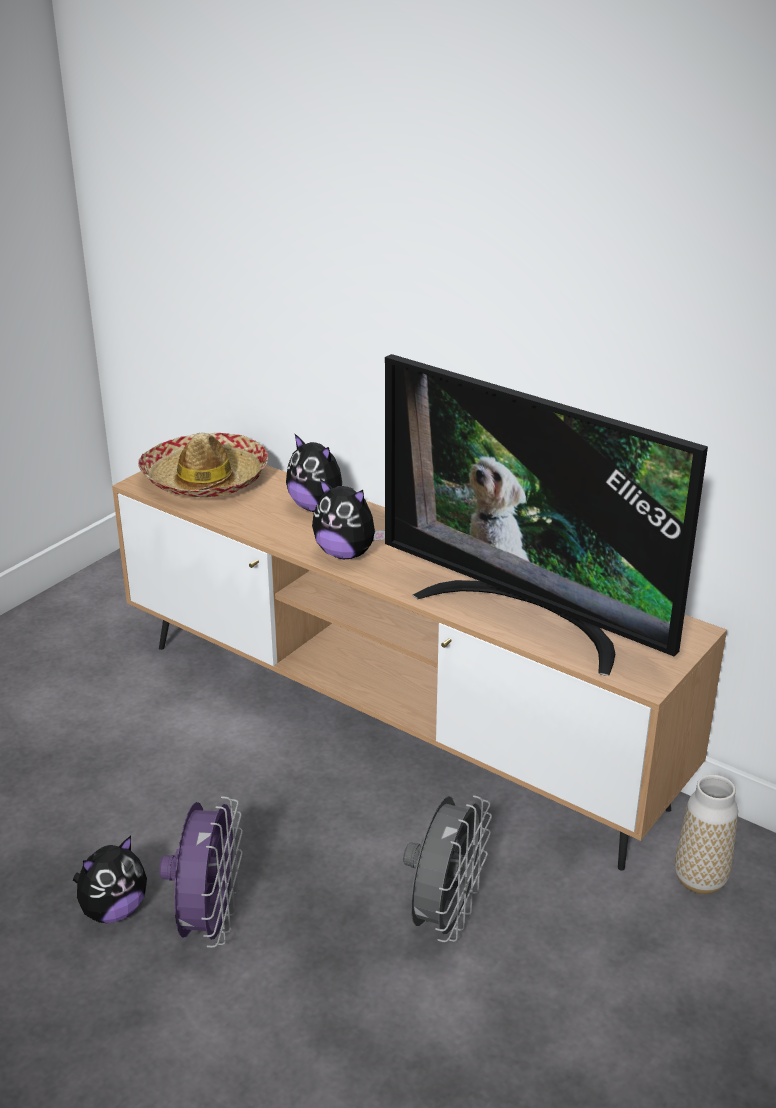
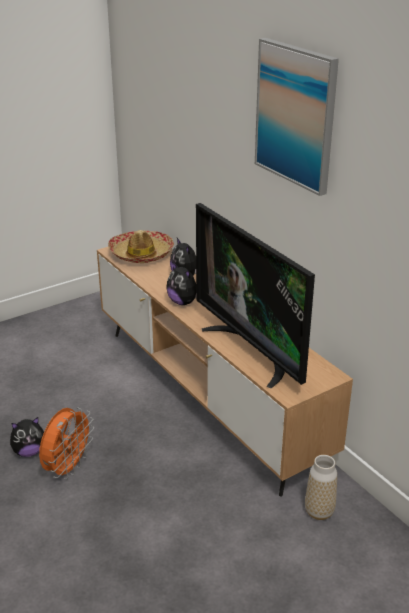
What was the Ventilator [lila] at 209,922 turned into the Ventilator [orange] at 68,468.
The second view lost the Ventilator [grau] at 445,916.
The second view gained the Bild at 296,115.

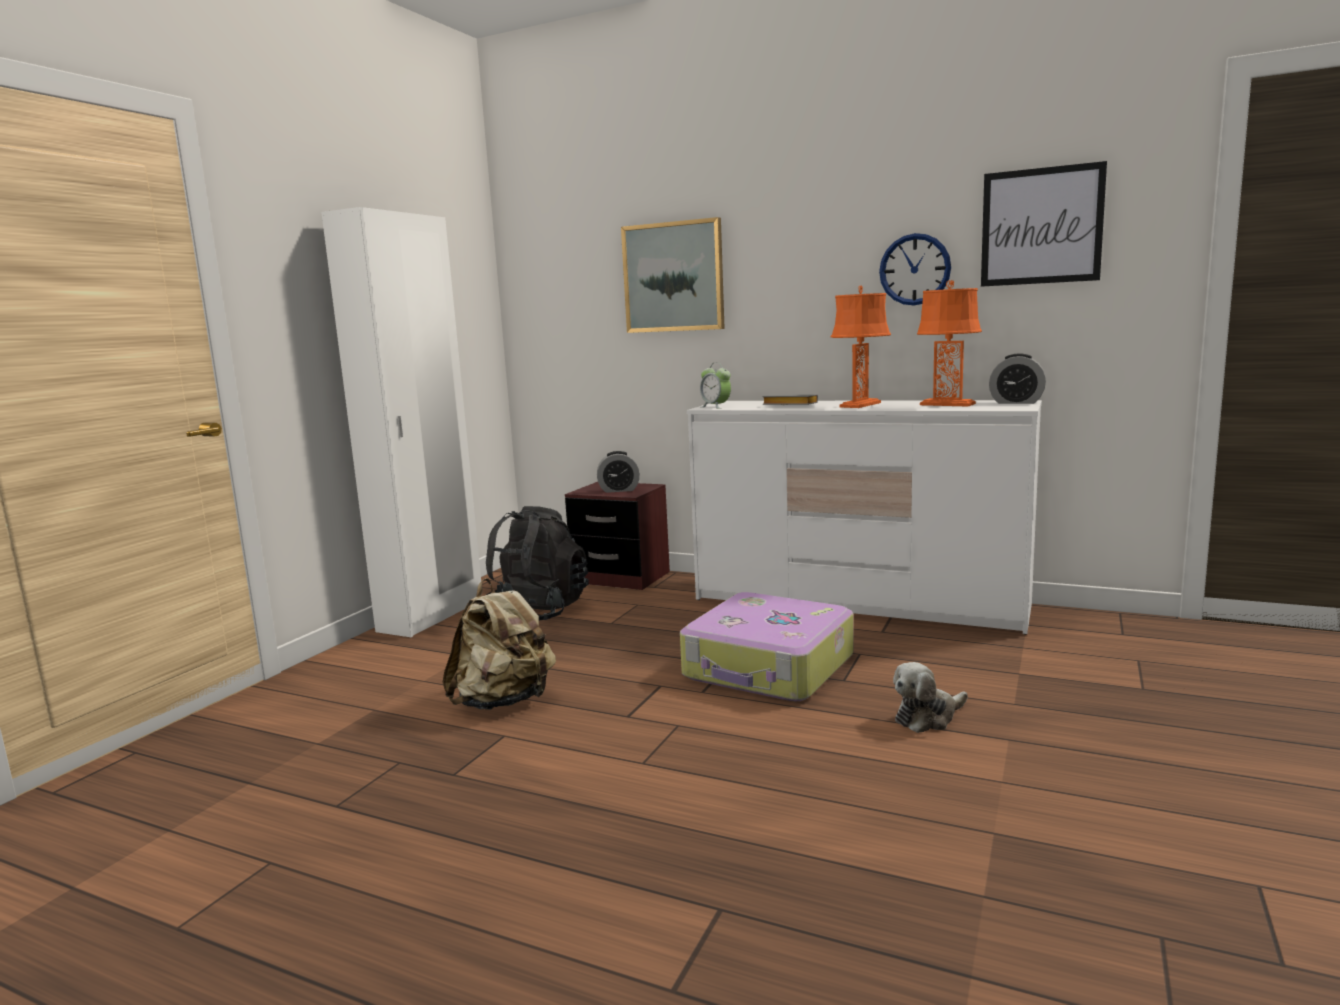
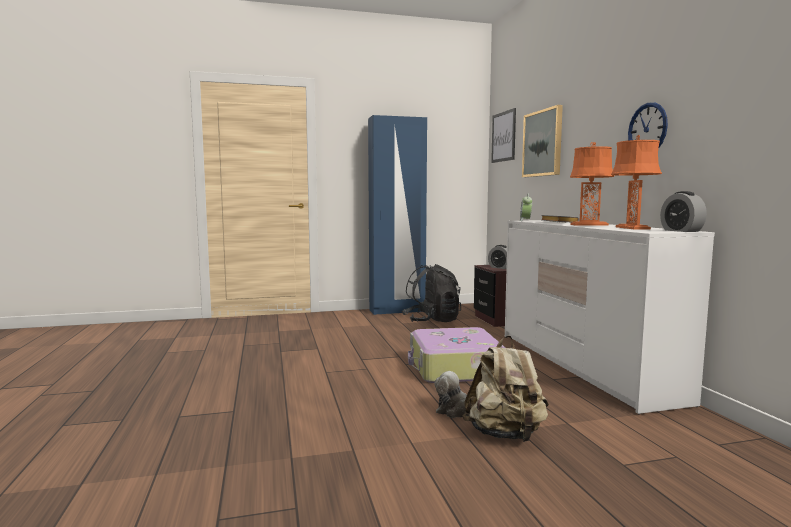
What was the Kleiderschrank [weiß] at 432,616 turned into the Kleiderschrank [blau] at 397,311.
The Rucksack [beige] ended up elsewhere, having gone from 504,702 to 505,435.
The Bild ended up elsewhere, having gone from 1041,226 to 503,136.

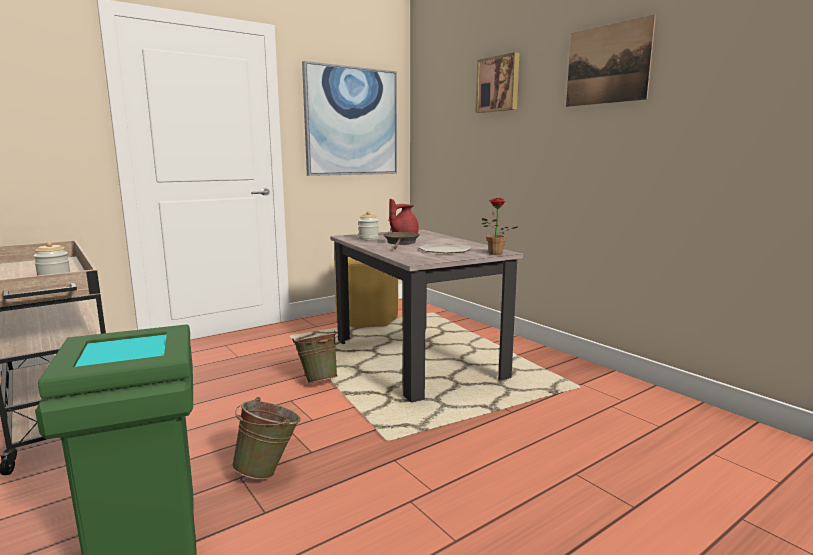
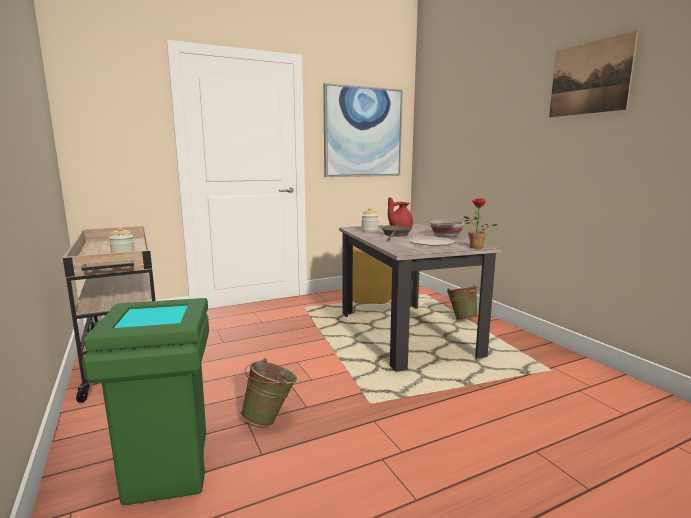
The Eimer [grün] ended up elsewhere, having gone from 318,380 to 461,319.
The second view lost the Bild at 498,84.
The second view gained the Schüssel at 446,236.

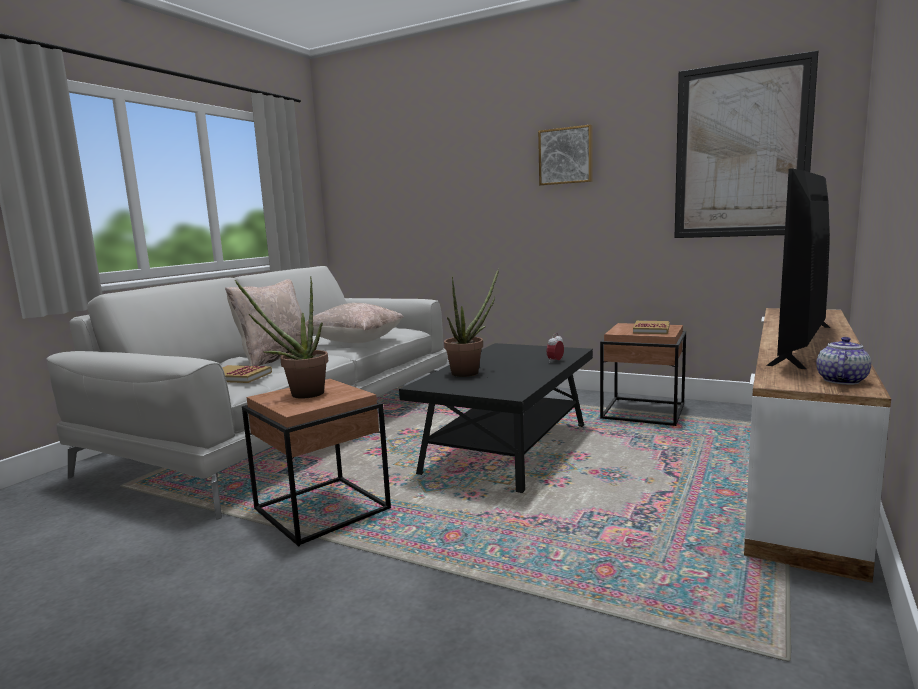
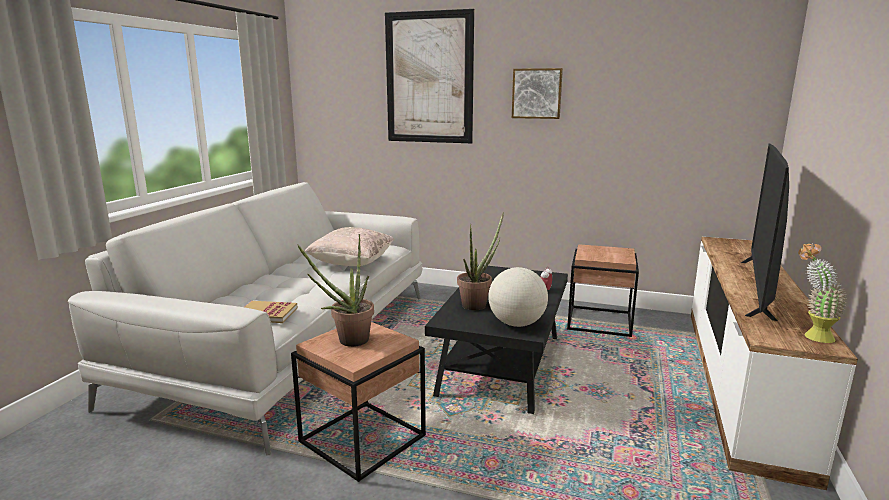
The second view lost the Kissen [beige] at 275,358.
The second view lost the Buch at 651,329.
The Bild ended up elsewhere, having gone from 741,151 to 429,78.
Where the Teekanne stood at 841,380, the Topfpflanze came to stand at 811,336.
The second view gained the Globus at 516,324.

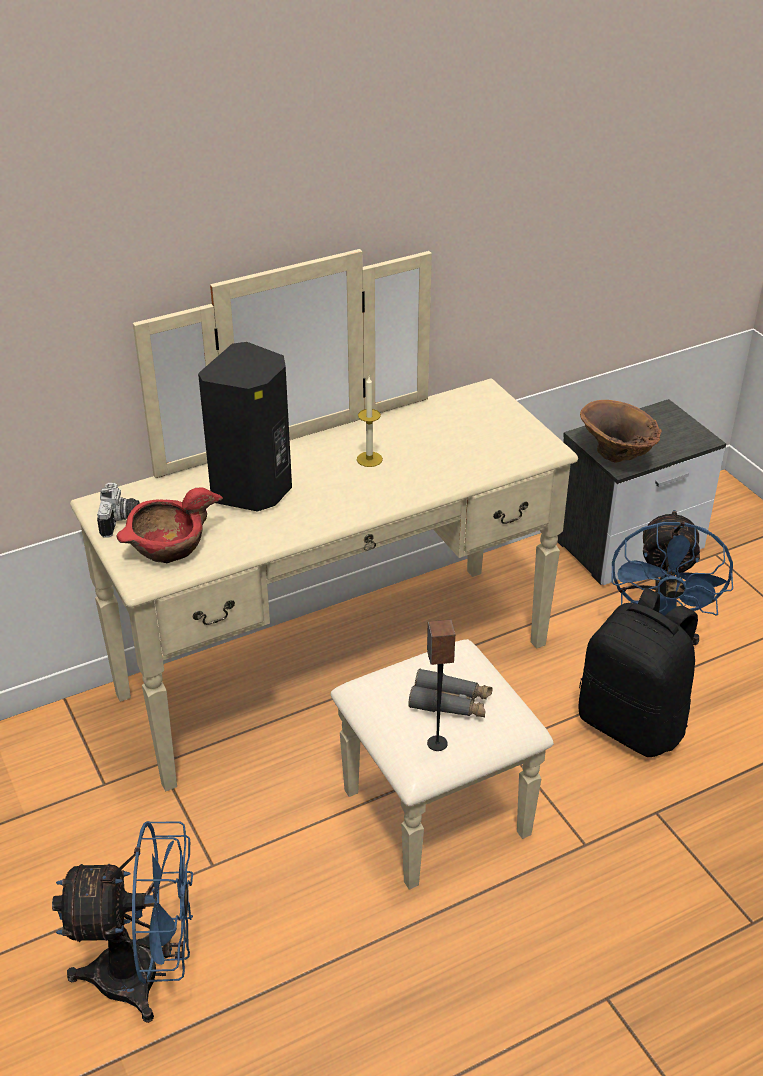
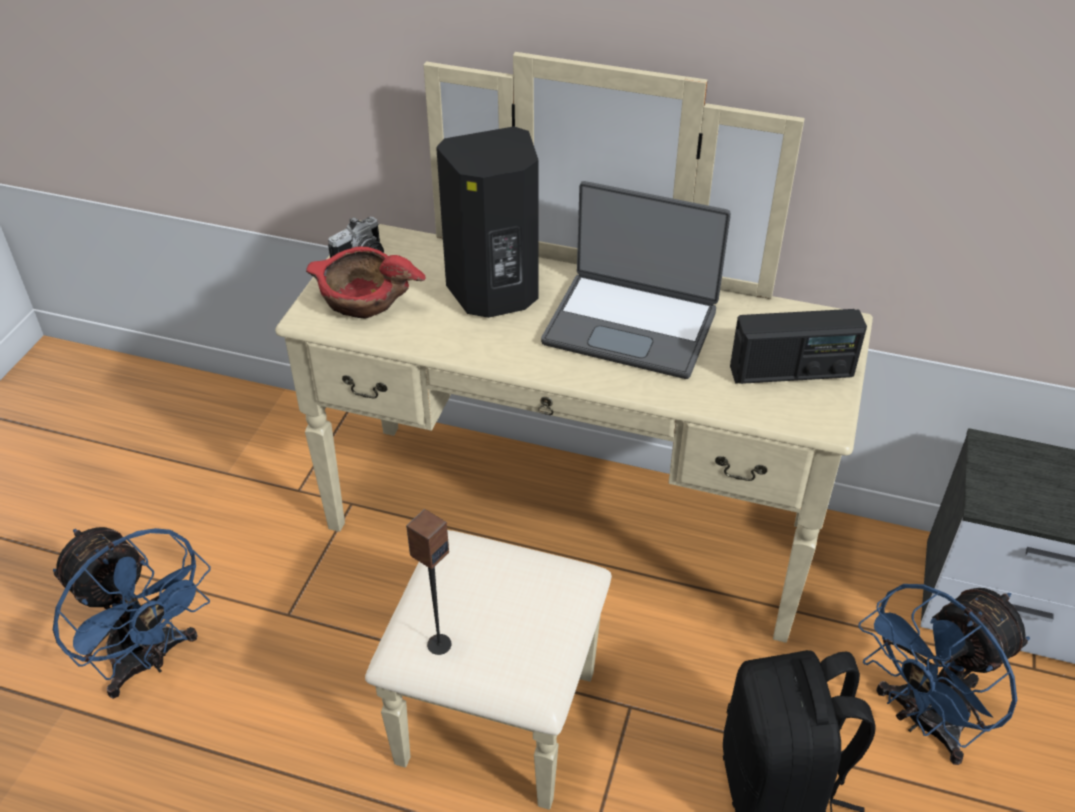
Where the Kerze stood at 369,459, the Laptop came to stand at 631,325.
The second view lost the Fernglas [grau] at 450,703.
The second view lost the Vase [braun] at 615,458.
The second view gained the Radio at 791,372.

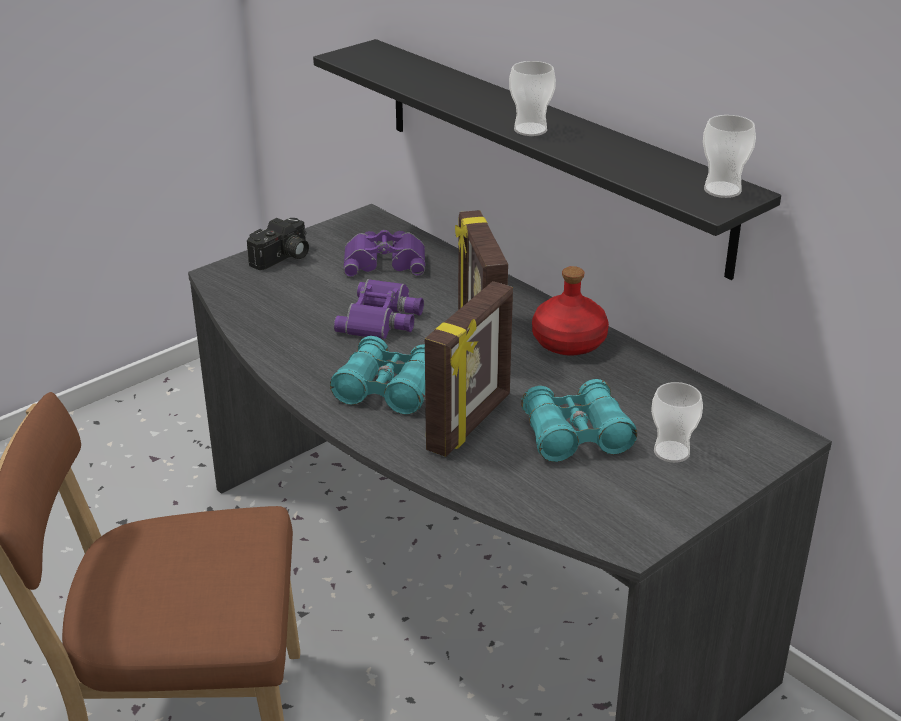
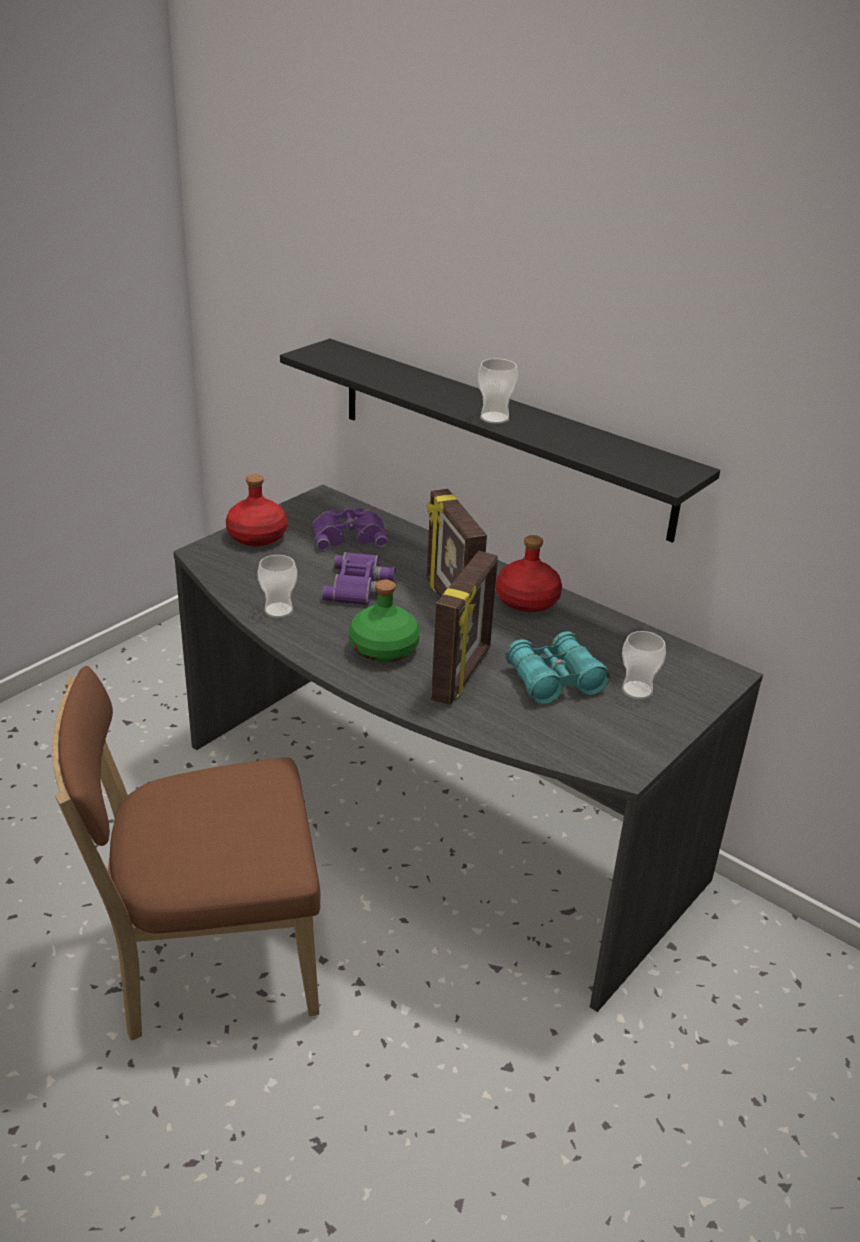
Where the Kamera stood at 283,258, the Flasche [rot] came to stand at 257,536.
Where the Fernglas [türkis] stood at 388,390, the Flasche [grün] came to stand at 383,649.
The Tasse ended up elsewhere, having gone from 722,190 to 278,610.

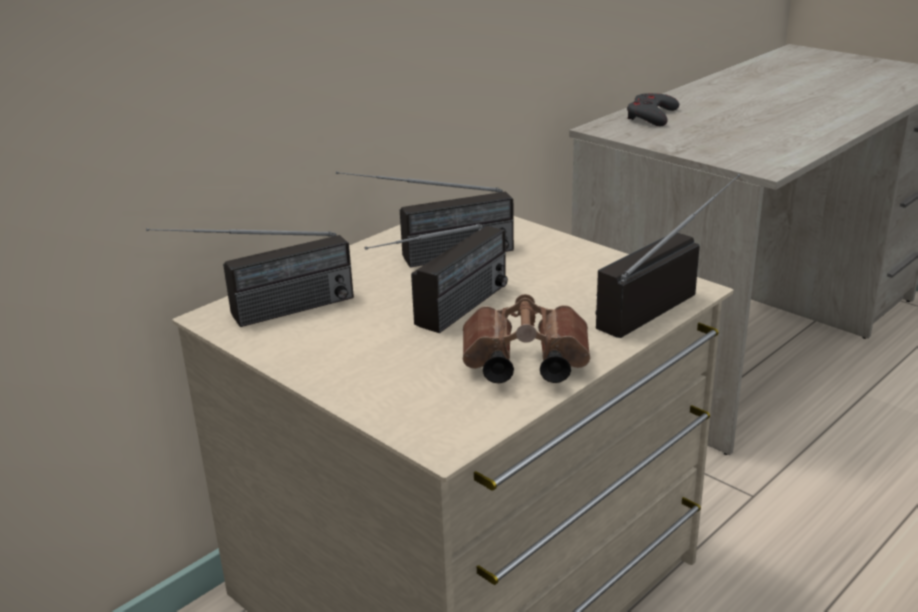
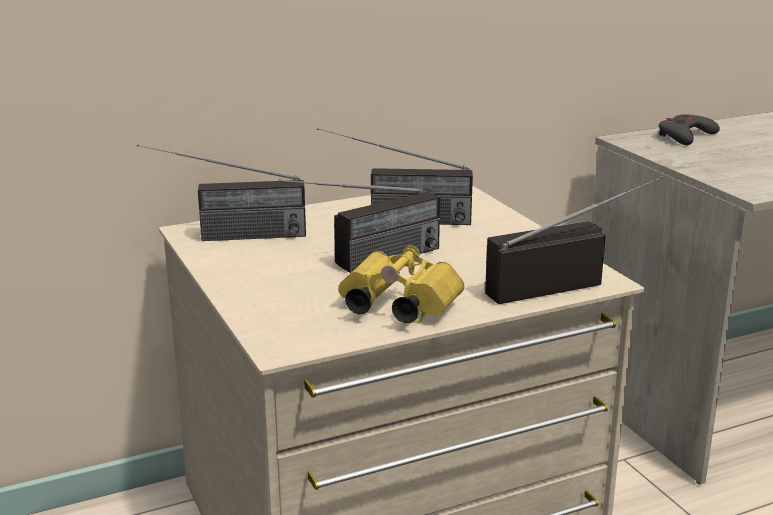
What was the Fernglas [braun] at 521,366 turned into the Fernglas [gelb] at 395,308.

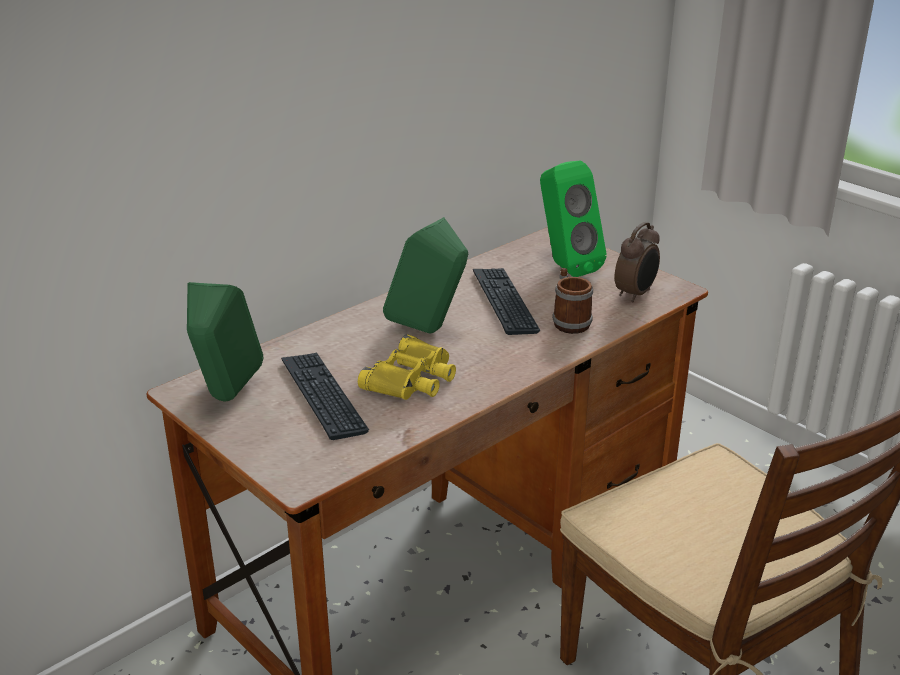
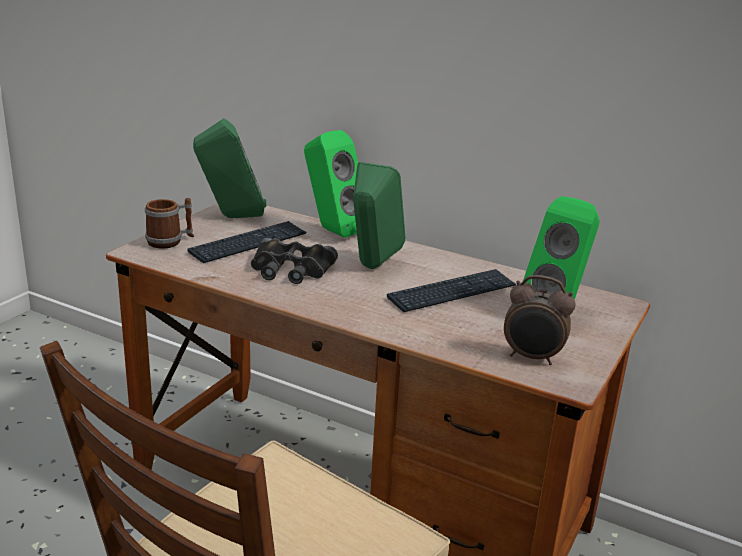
What was the Fernglas [gelb] at 412,379 turned into the Fernglas [schwarz] at 291,270.
The Henkelbecher ended up elsewhere, having gone from 569,321 to 170,241.
The second view gained the Lautsprecher [grün] at 331,231.

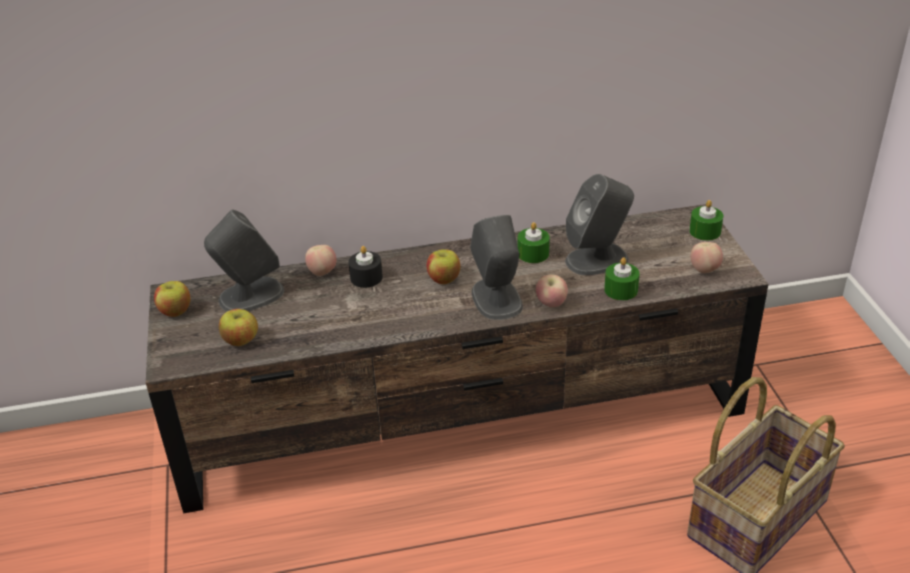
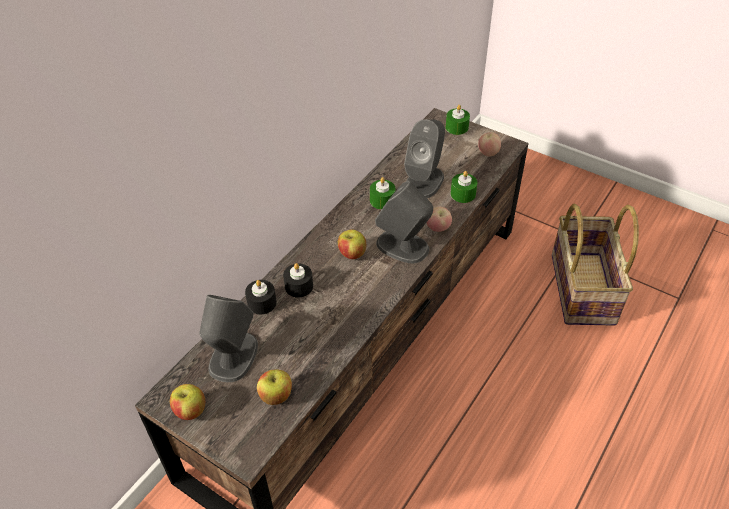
Where the Apfel stood at 322,272, the Kerze [schwarz] came to stand at 262,303.

